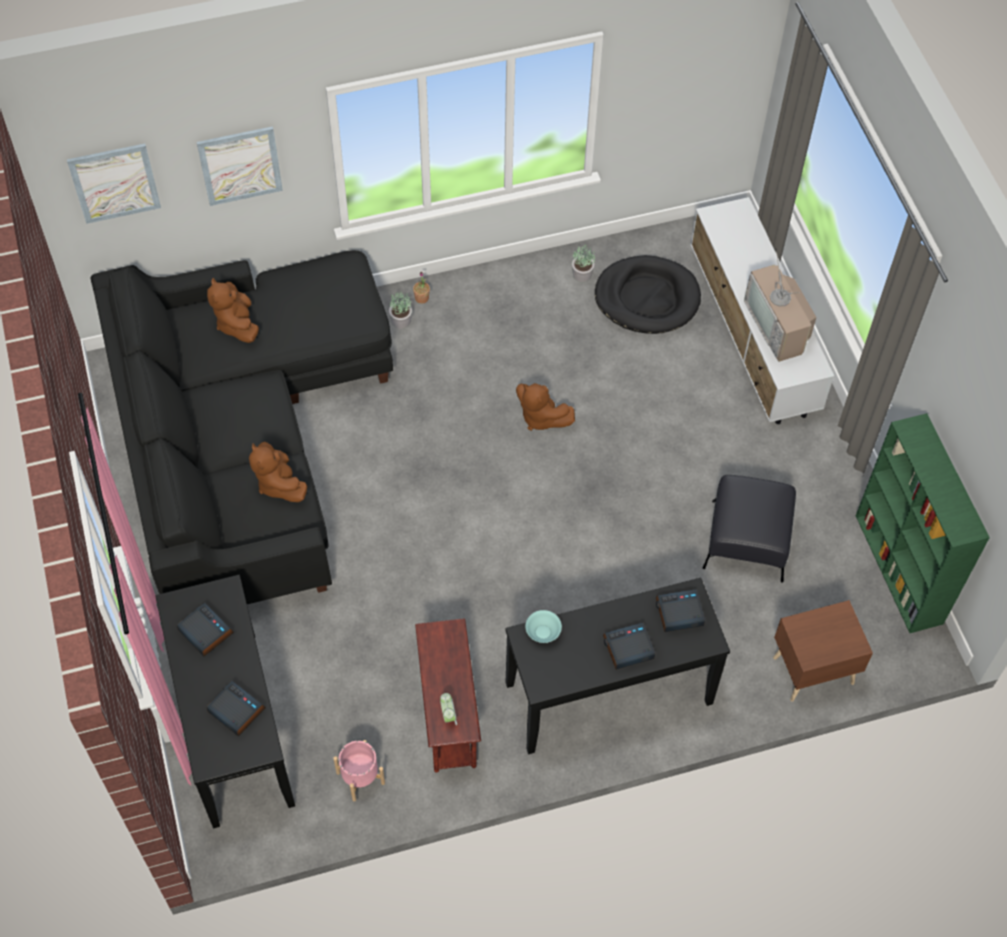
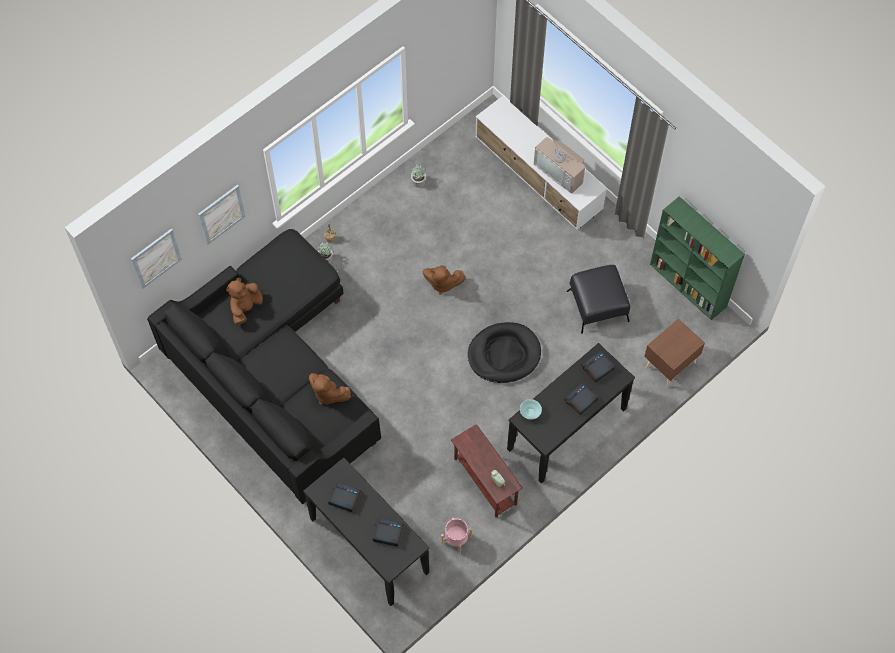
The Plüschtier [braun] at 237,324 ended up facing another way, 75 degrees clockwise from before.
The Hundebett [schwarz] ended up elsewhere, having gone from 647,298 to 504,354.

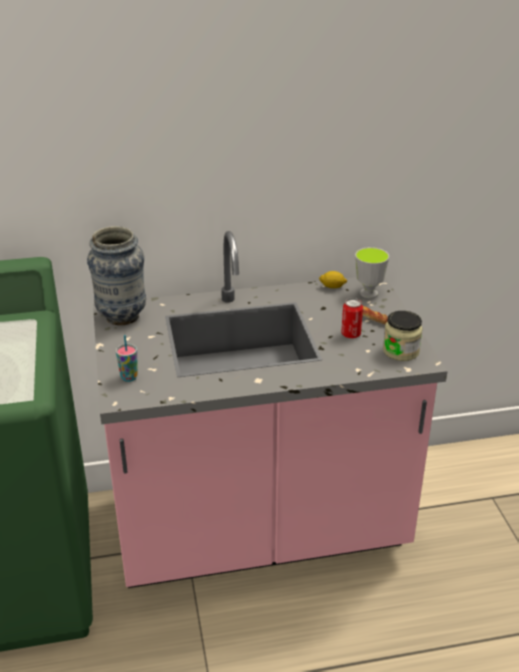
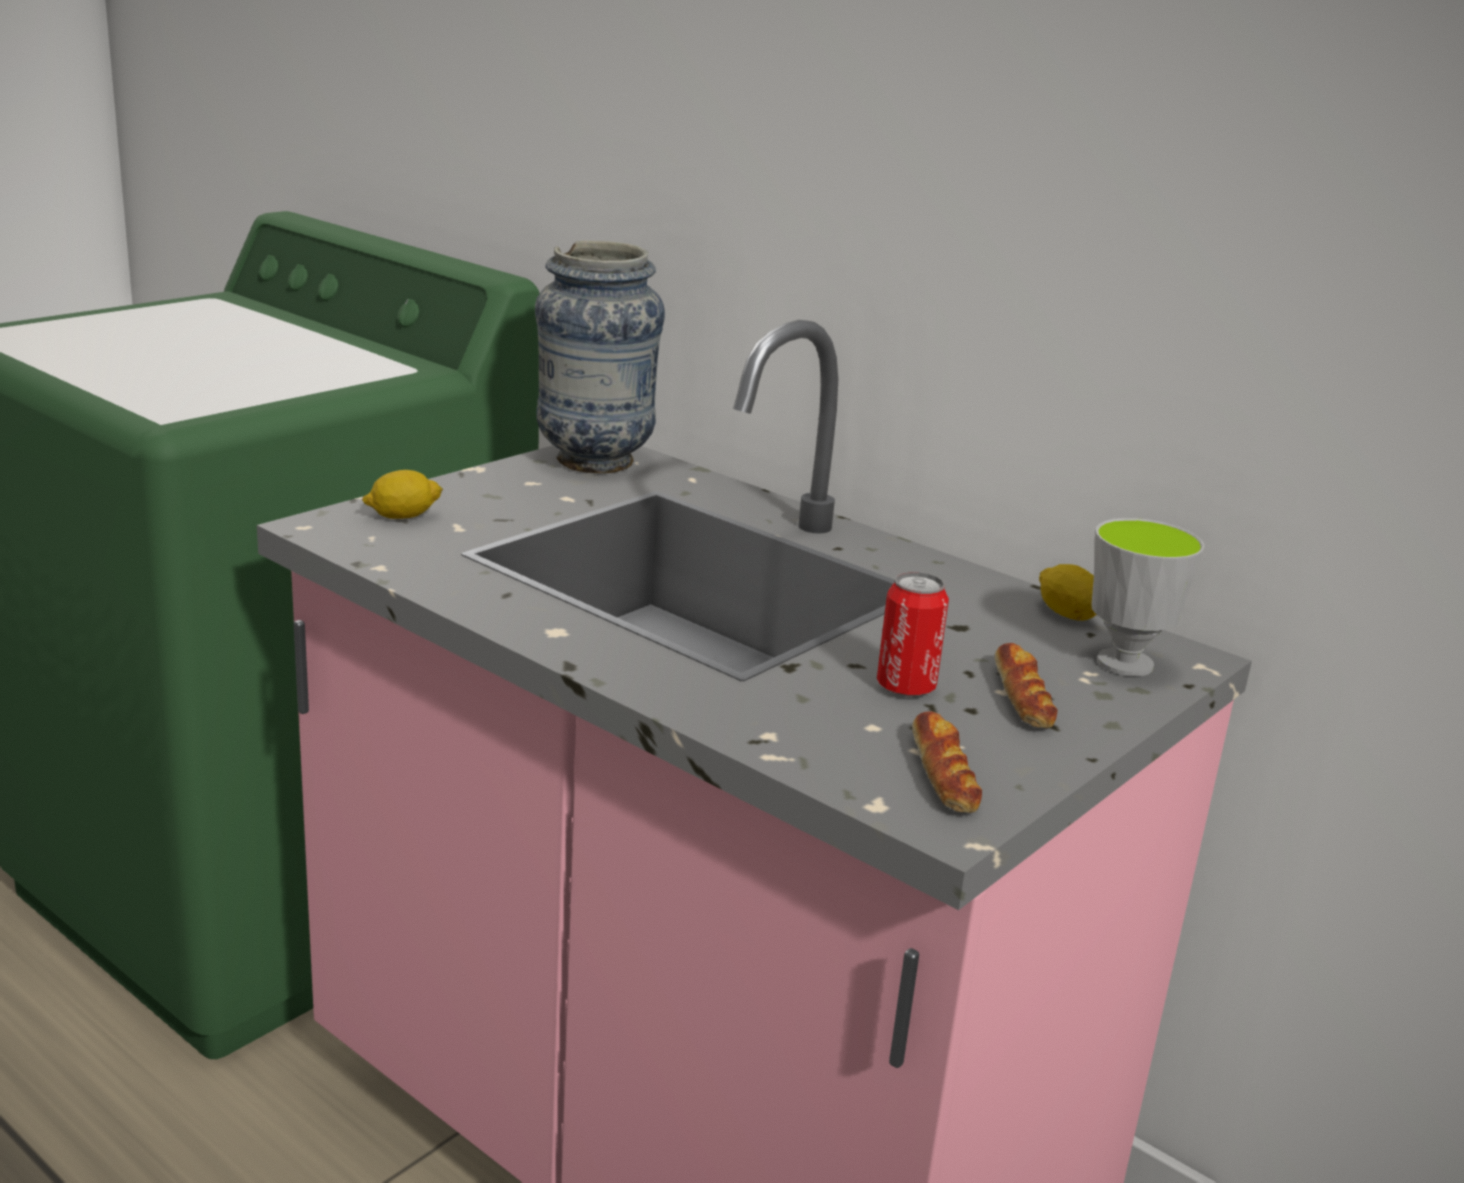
Where the Tasse stood at 129,377, the Zitrone came to stand at 402,516.
Where the Vorratsglas stood at 401,351, the Brot came to stand at 943,773.

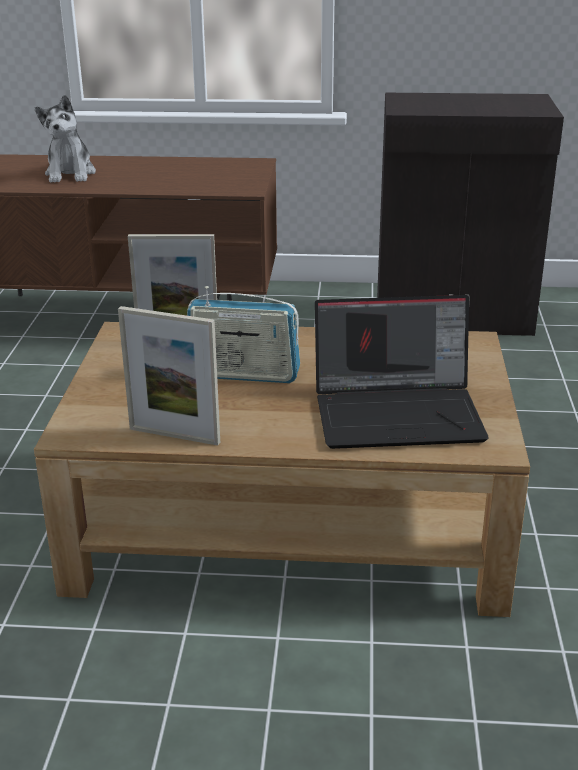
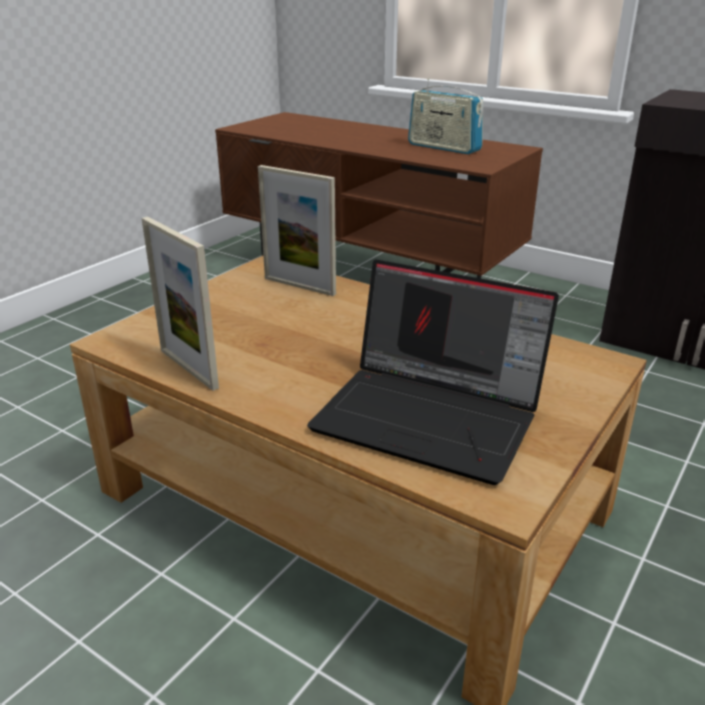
The second view lost the Plüschtier at 70,174.
The Radio ended up elsewhere, having gone from 243,374 to 443,147.

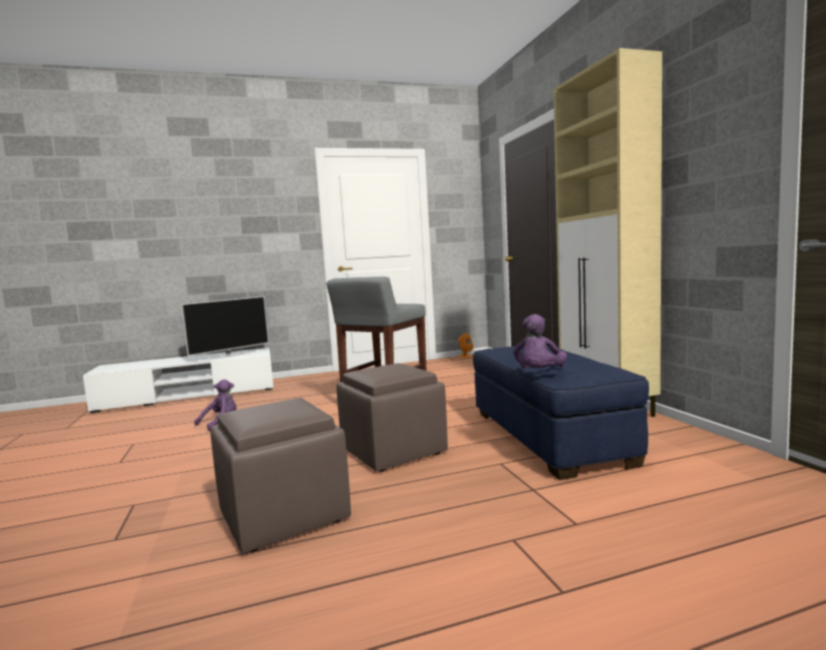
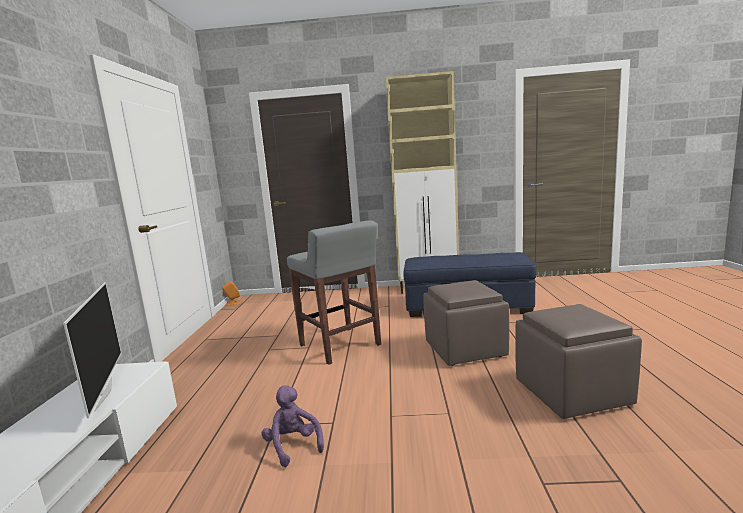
The second view lost the Plüschtier [lila] at 539,374.

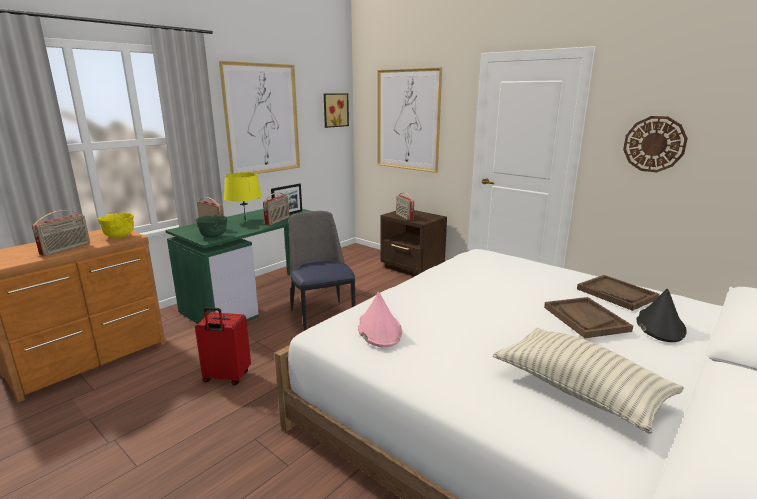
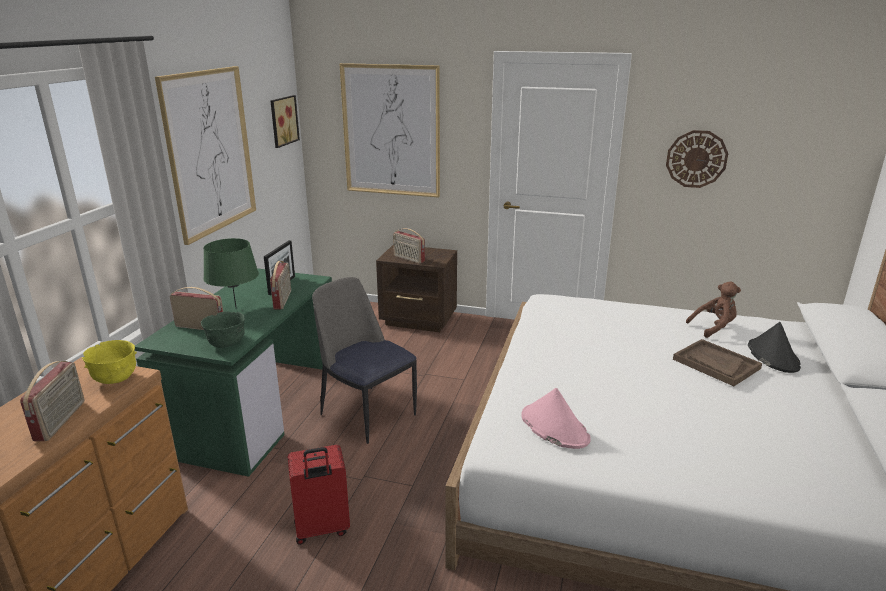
What was the Tischlampe [gelb] at 245,220 turned into the Tischlampe [grün] at 236,307.
The second view lost the Kissen at 579,390.
Where the Tablett [braun] stood at 616,294, the Plüschtier [braun] came to stand at 714,328.

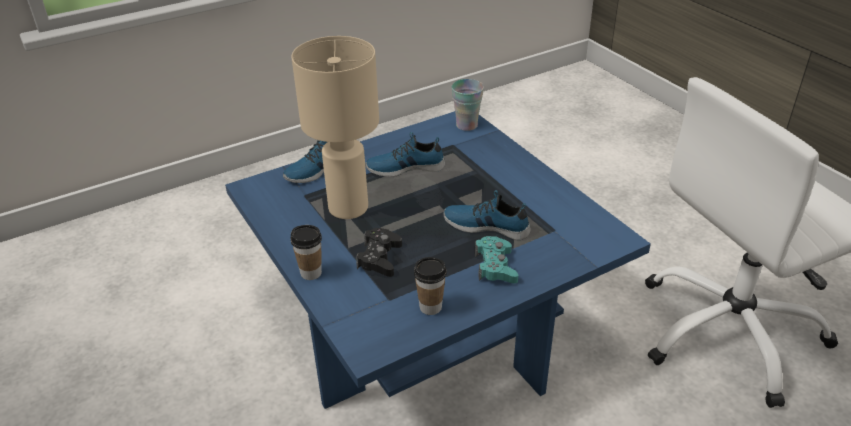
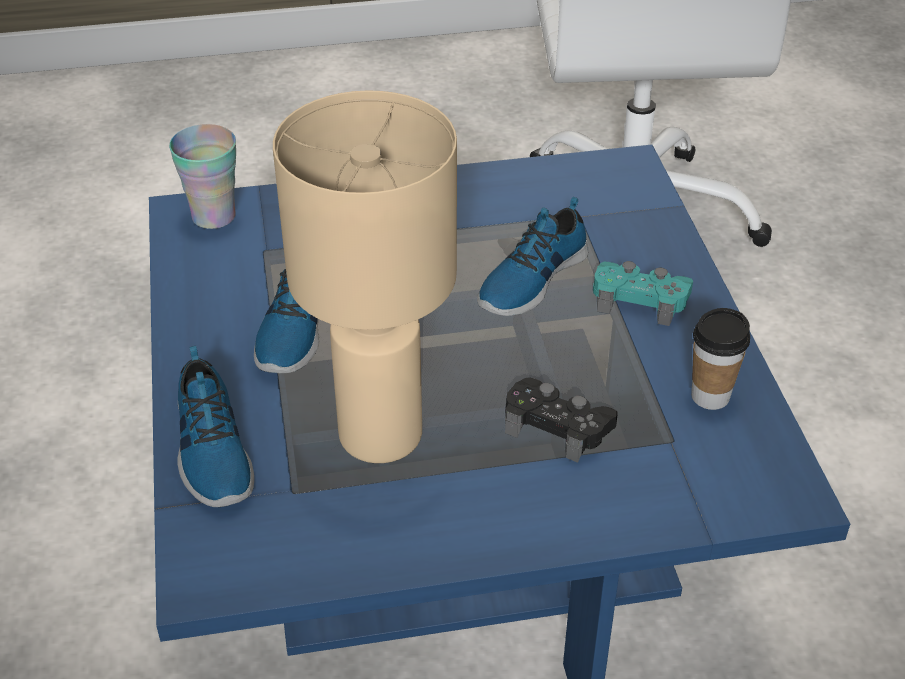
The second view lost the Tasse at 311,273.

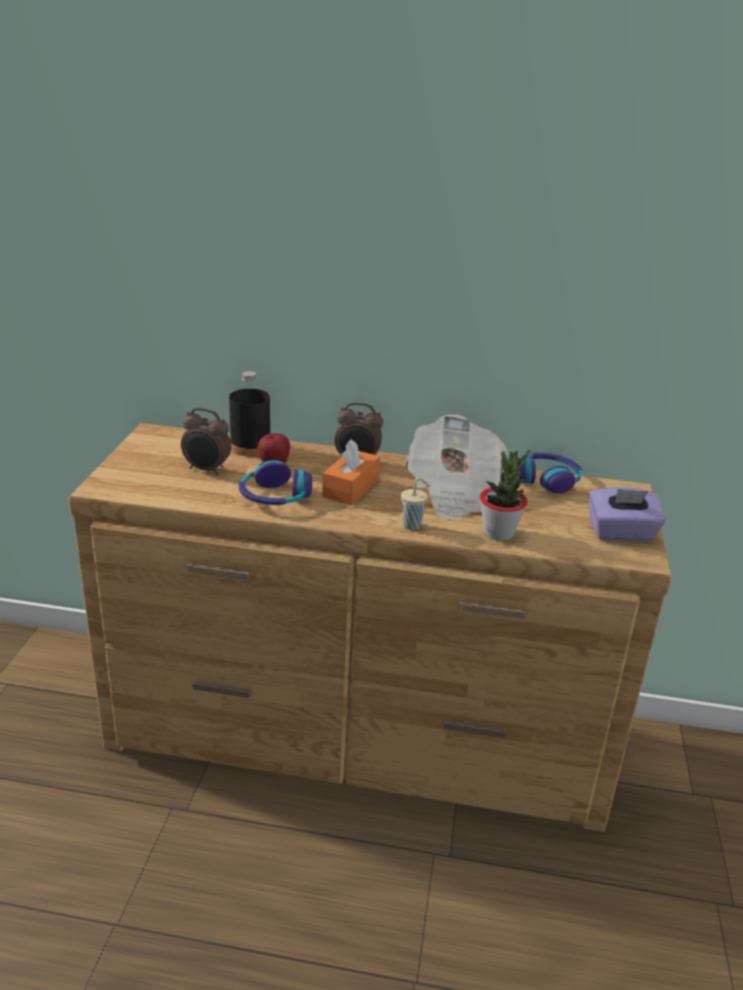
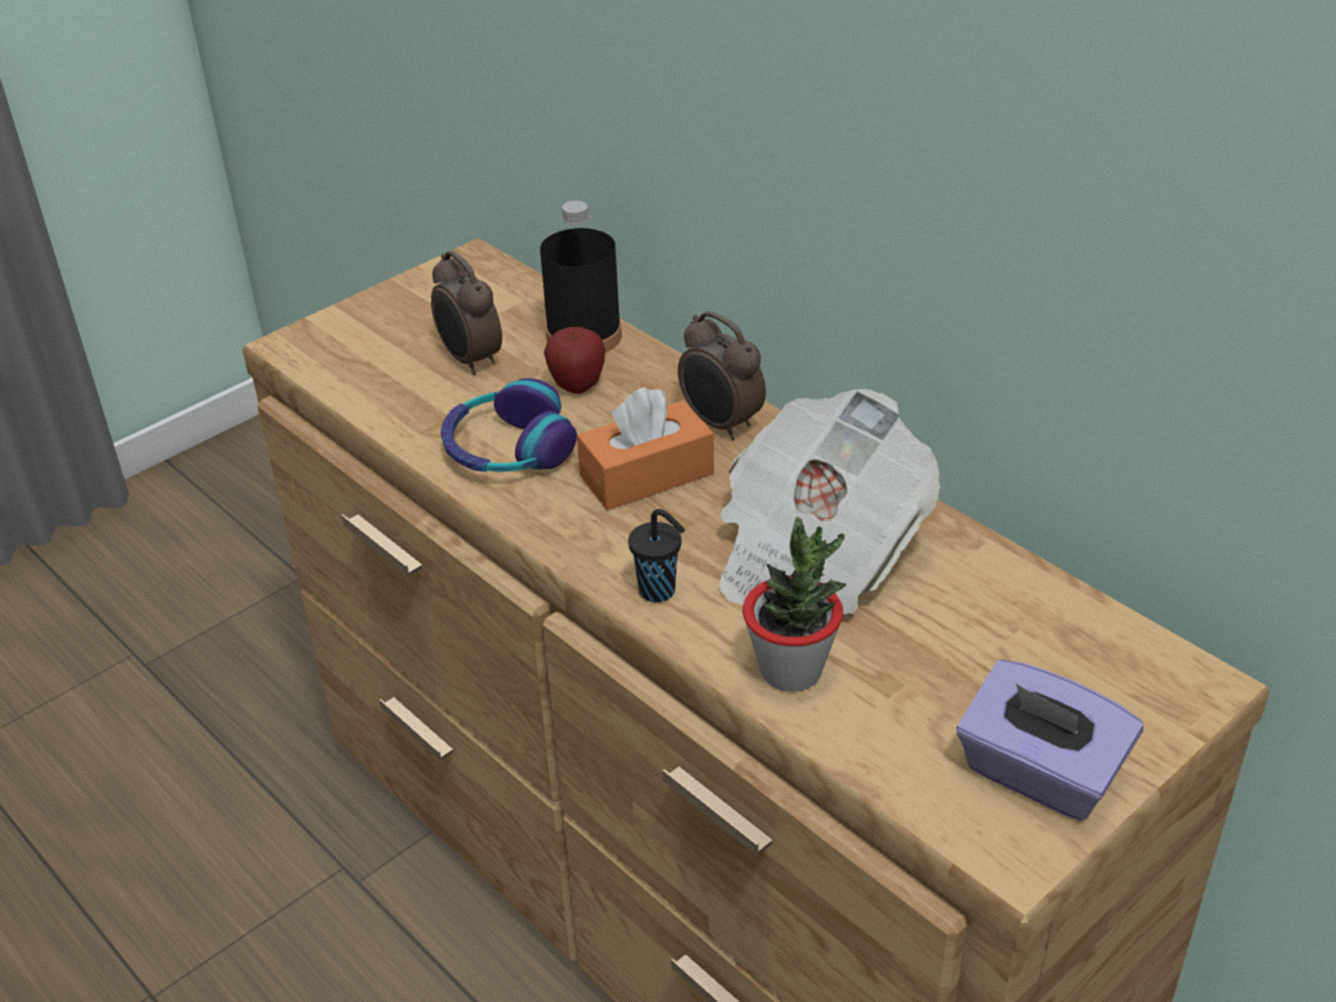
What was the Tasse [beige] at 413,525 turned into the Tasse [schwarz] at 659,591.
The second view lost the Kopfhörer at 547,480.

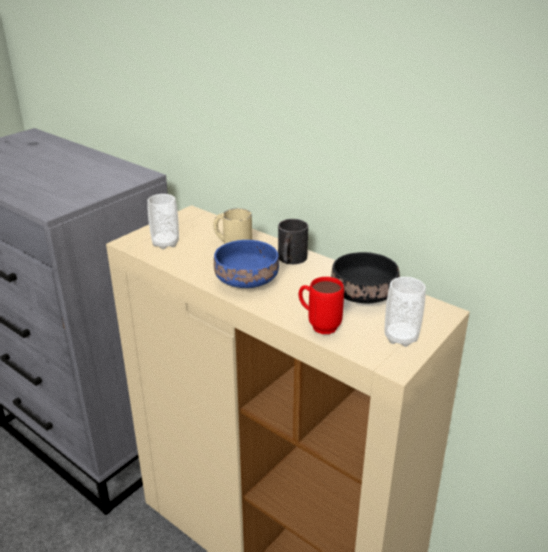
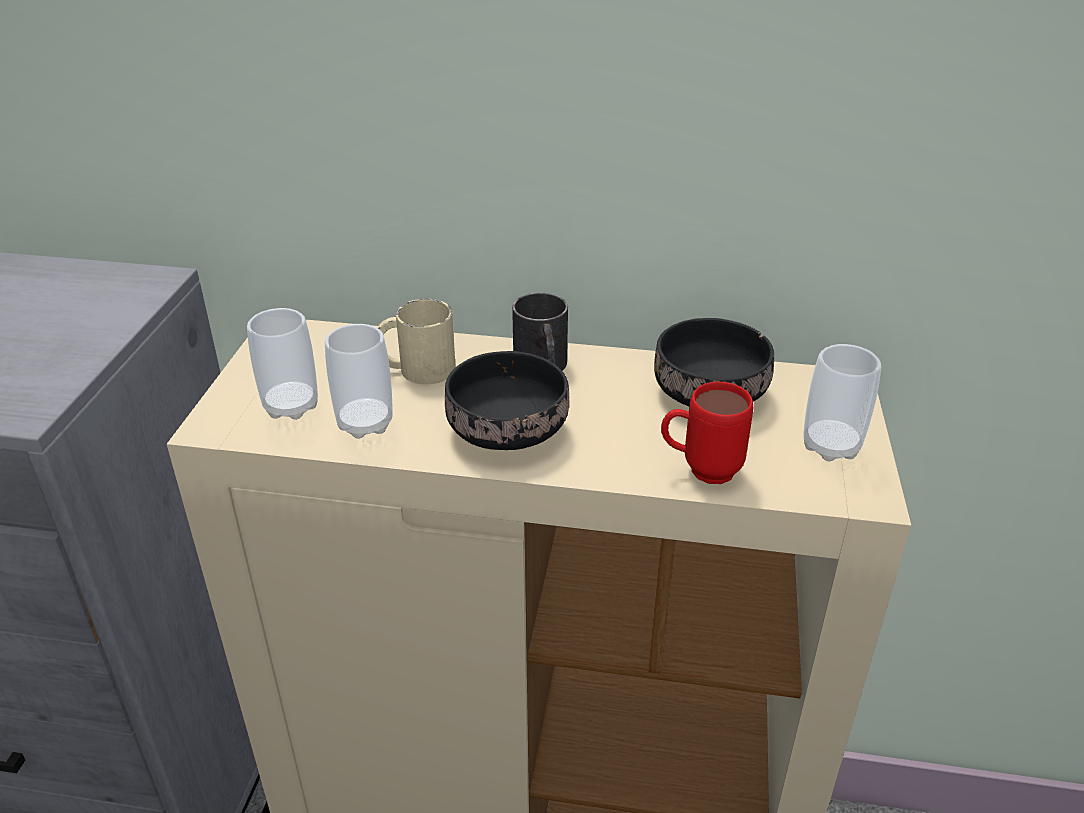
What was the Schüssel [blau] at 247,279 turned into the Schüssel [schwarz] at 508,427.
The second view gained the Tasse at 365,423.

